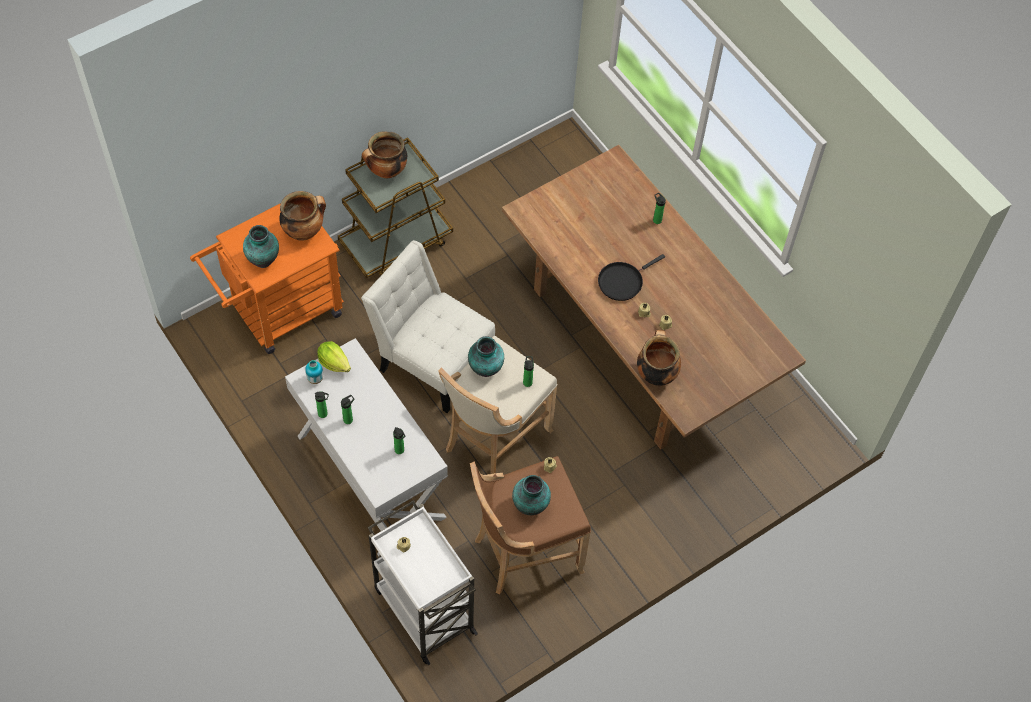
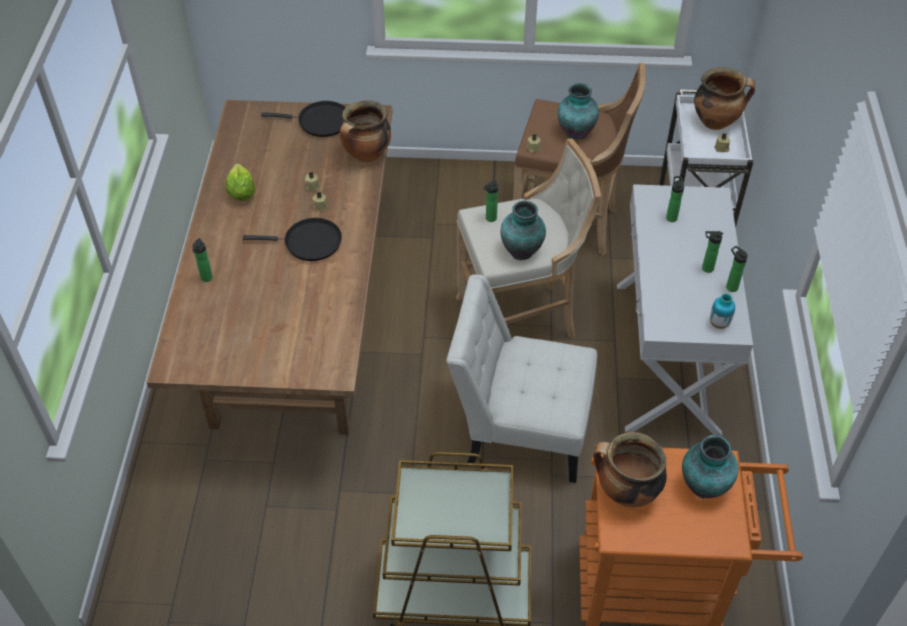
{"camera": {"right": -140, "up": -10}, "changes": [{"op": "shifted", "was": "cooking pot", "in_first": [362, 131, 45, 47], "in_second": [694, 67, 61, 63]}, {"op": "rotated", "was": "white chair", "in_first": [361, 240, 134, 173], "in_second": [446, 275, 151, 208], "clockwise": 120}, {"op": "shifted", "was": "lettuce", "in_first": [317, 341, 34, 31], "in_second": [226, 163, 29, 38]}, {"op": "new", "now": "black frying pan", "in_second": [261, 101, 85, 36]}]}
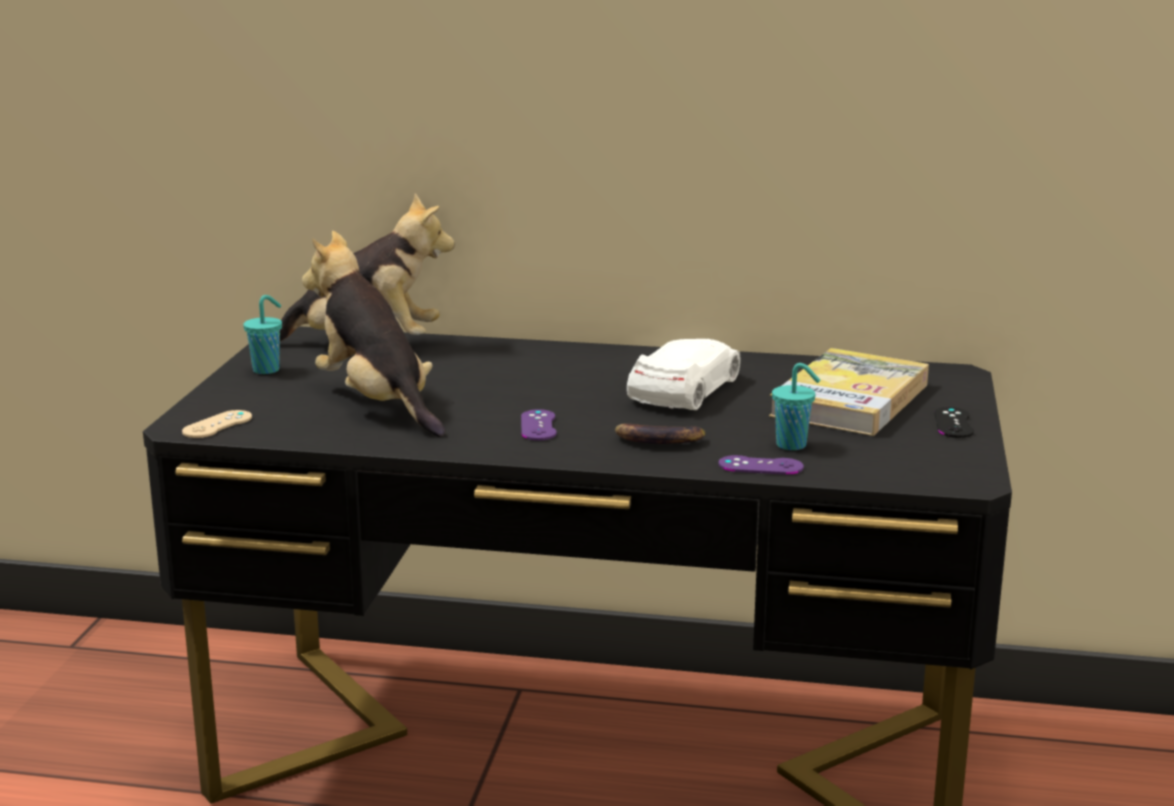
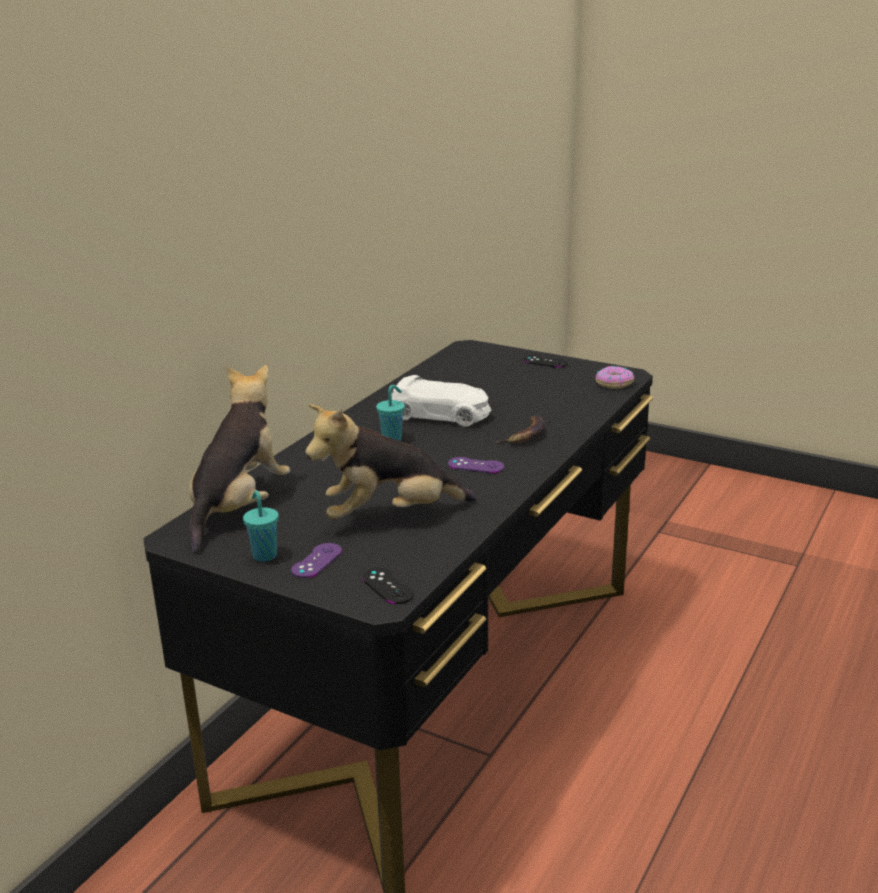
{"camera": {"right": -70, "up": 5}, "changes": [{"op": "rotated", "was": "white toy car", "in_first": [627, 339, 113, 71], "in_second": [392, 375, 99, 52], "clockwise": 150}, {"op": "gone", "was": "book", "in_first": [769, 348, 160, 88]}, {"op": "shifted", "was": "turquoise cup", "in_first": [772, 363, 49, 87], "in_second": [376, 385, 29, 56]}, {"op": "repainted", "was": "beige game controller", "now": "black game controller", "in_first": [182, 410, 70, 28], "in_second": [362, 568, 52, 36]}, {"op": "shifted", "was": "purple game controller", "in_first": [719, 455, 85, 20], "in_second": [291, 543, 51, 35]}, {"op": "new", "now": "donut", "in_second": [596, 366, 39, 23]}]}
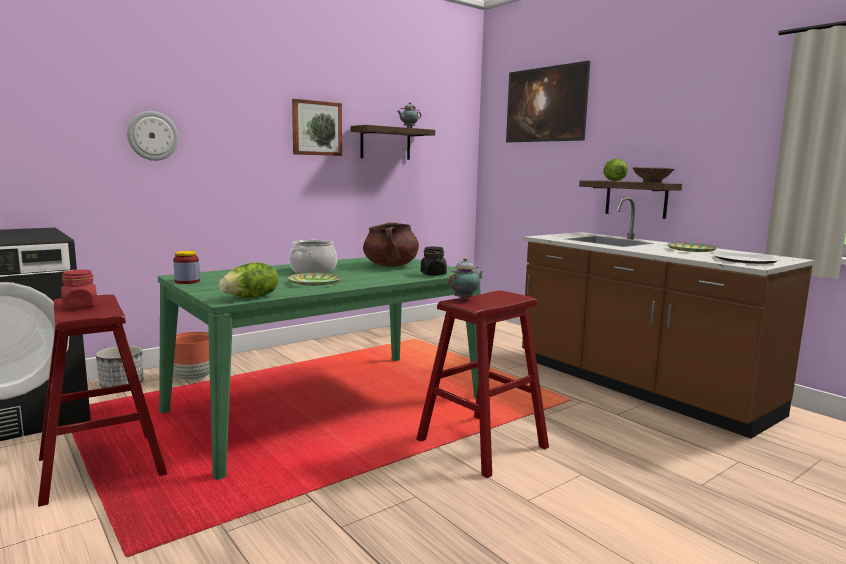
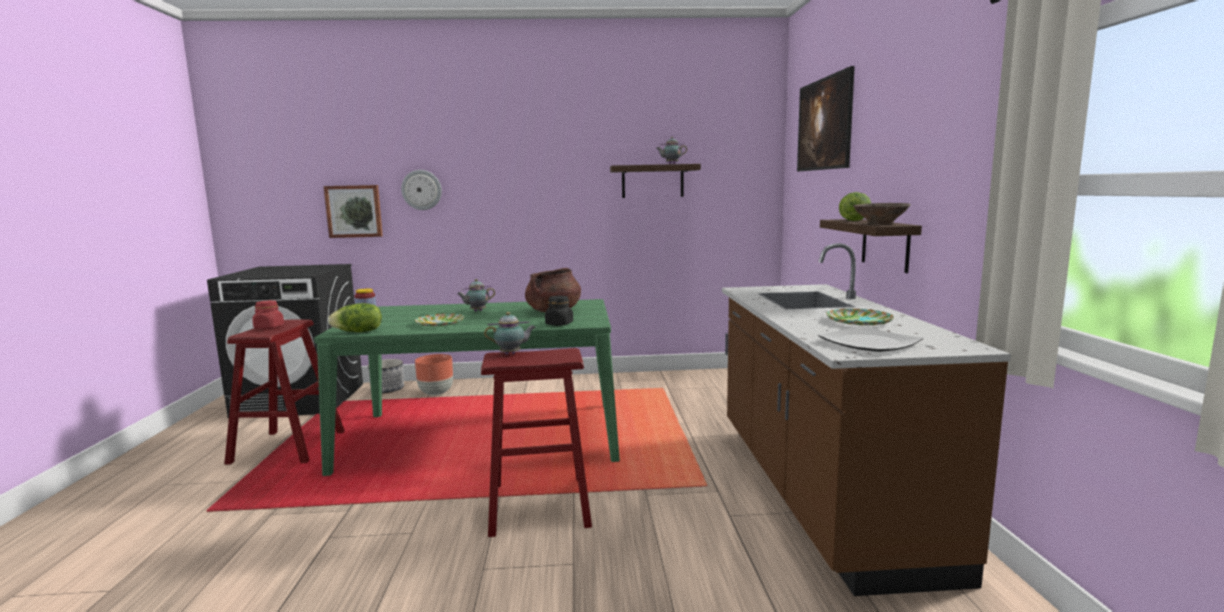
{"camera": {"right": 35, "up": 0}, "changes": [{"op": "shifted", "was": "picture", "in_first": [292, 99, 50, 57], "in_second": [324, 185, 59, 53]}, {"op": "swapped", "was": "cooking pot", "now": "teapot", "in_first": [289, 240, 48, 33], "in_second": [457, 279, 38, 33]}]}
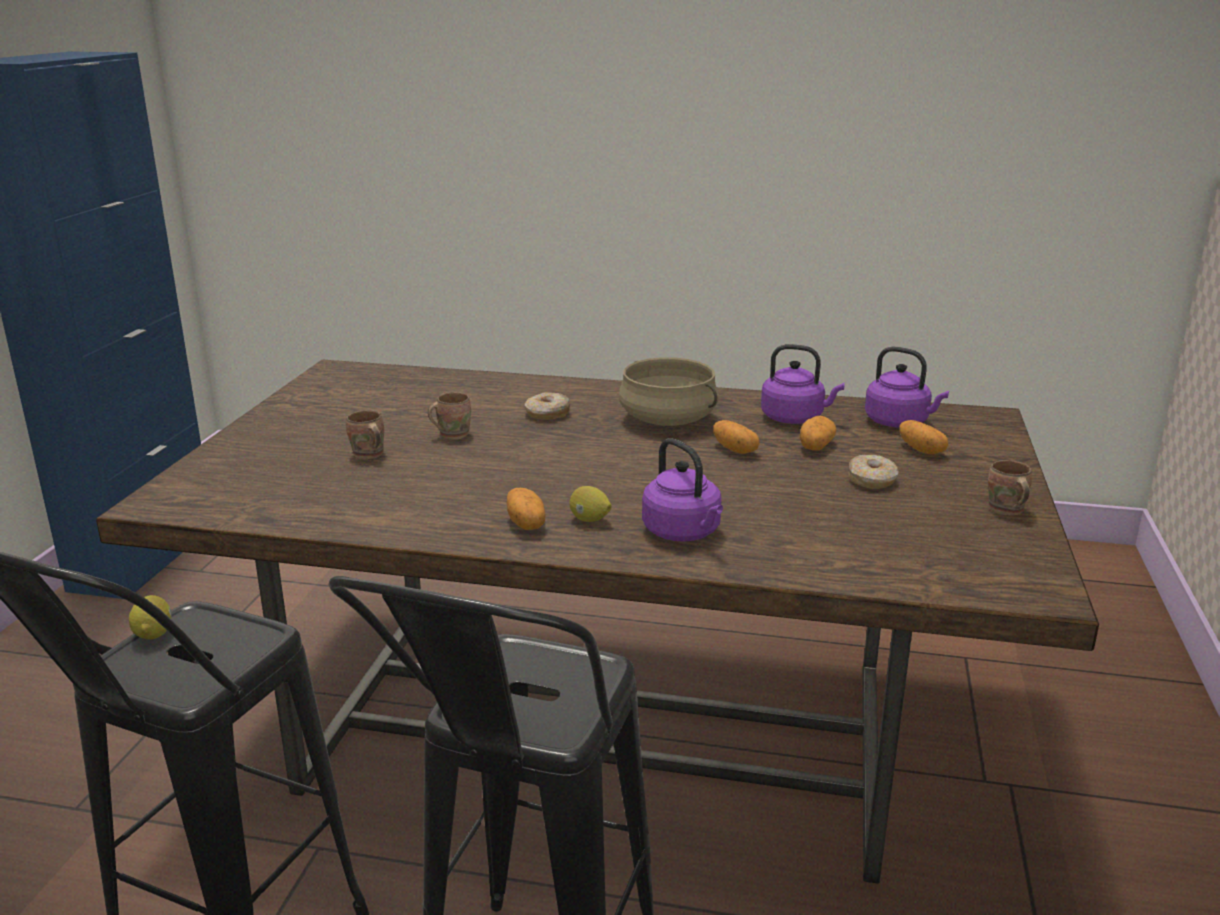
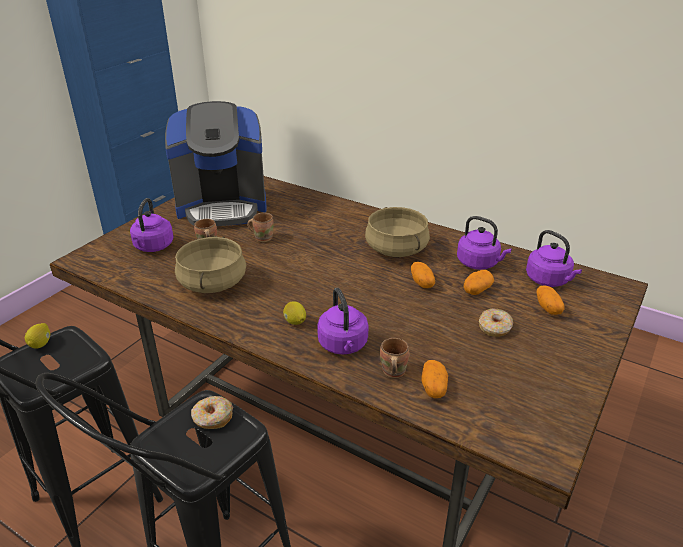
{"camera": {"right": 20, "up": 10}, "changes": [{"op": "shifted", "was": "donut", "in_first": [525, 392, 45, 28], "in_second": [191, 396, 42, 33]}, {"op": "shifted", "was": "brown mug", "in_first": [988, 460, 44, 55], "in_second": [380, 338, 30, 40]}, {"op": "shifted", "was": "potato", "in_first": [507, 488, 38, 42], "in_second": [421, 360, 27, 38]}, {"op": "new", "now": "coffee machine", "in_second": [165, 101, 101, 125]}, {"op": "new", "now": "purple kettle", "in_second": [130, 198, 44, 54]}, {"op": "new", "now": "beige cooking pot", "in_second": [175, 236, 71, 57]}]}
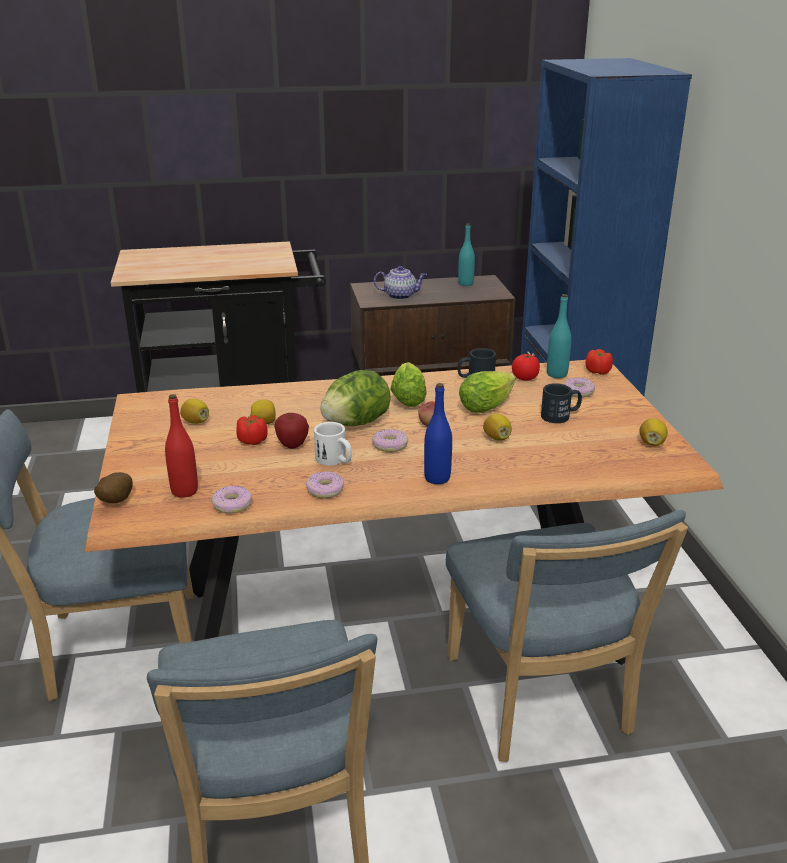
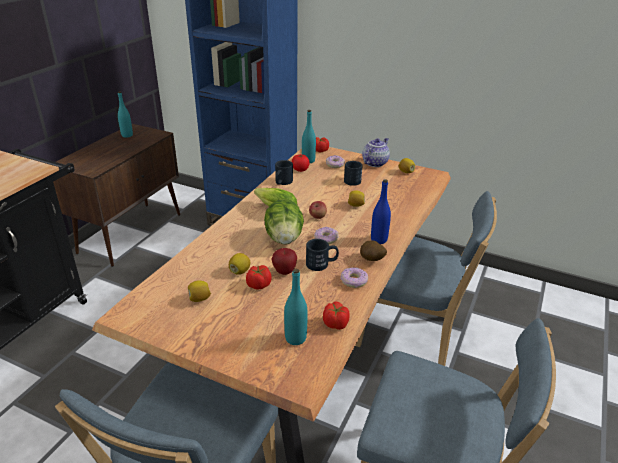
{"camera": {"right": -55, "up": 5}, "changes": [{"op": "shifted", "was": "teapot", "in_first": [374, 266, 53, 34], "in_second": [362, 138, 28, 29]}, {"op": "gone", "was": "lettuce", "in_first": [459, 371, 56, 42]}, {"op": "repainted", "was": "red bottle", "now": "turquoise bottle", "in_first": [165, 394, 33, 104], "in_second": [284, 269, 24, 76]}, {"op": "repainted", "was": "white mug", "now": "black mug", "in_first": [314, 422, 38, 44], "in_second": [306, 239, 33, 32]}, {"op": "shifted", "was": "potato", "in_first": [94, 472, 39, 31], "in_second": [360, 240, 27, 21]}, {"op": "swapped", "was": "donut", "now": "tomato", "in_first": [212, 486, 40, 28], "in_second": [323, 301, 26, 29]}]}
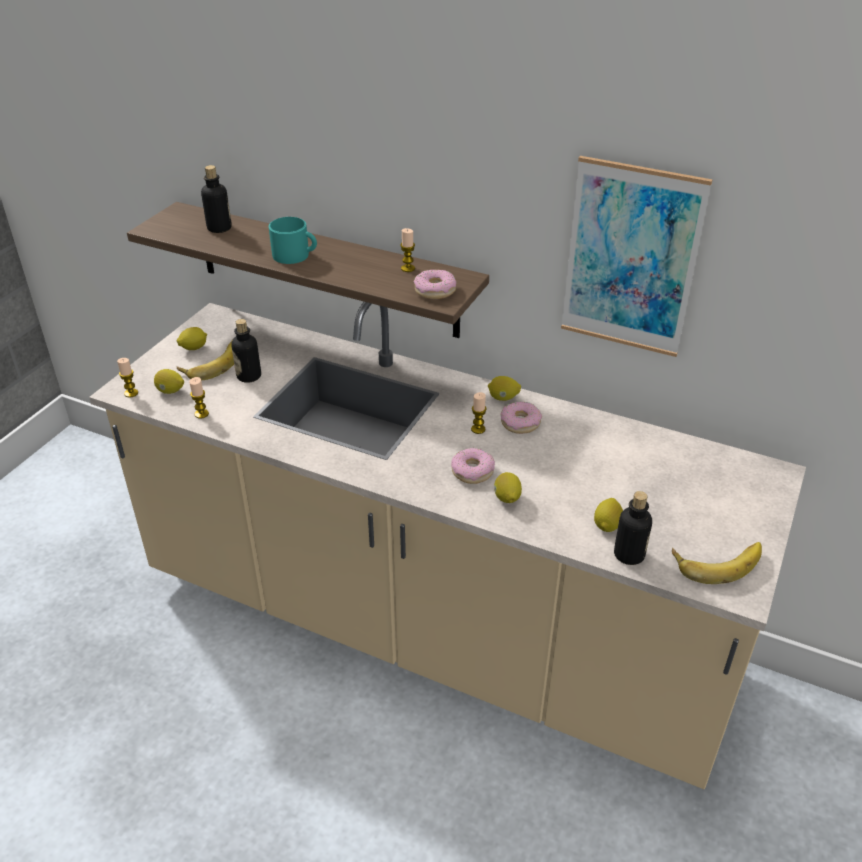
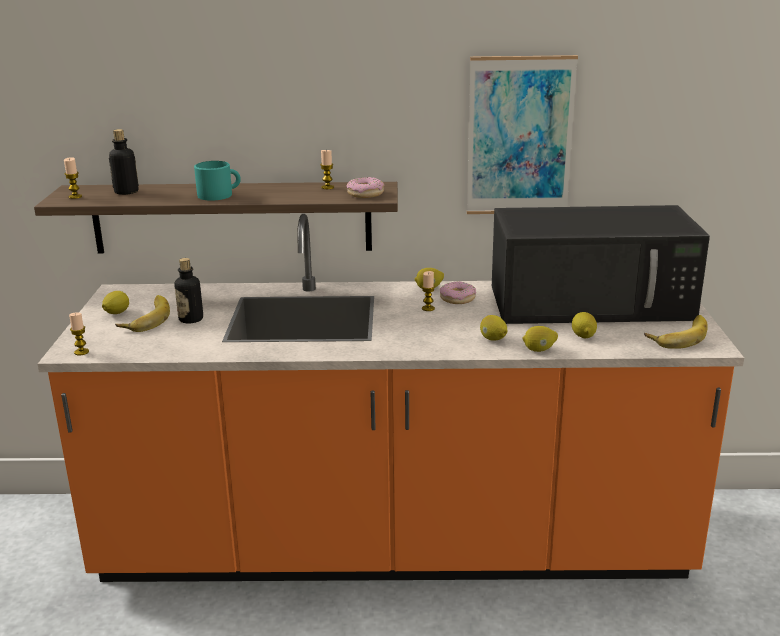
{"camera": {"right": -25, "up": -15}, "changes": [{"op": "repainted", "was": "beige counter", "now": "orange counter", "in_first": [89, 302, 717, 487], "in_second": [38, 214, 706, 368]}, {"op": "shifted", "was": "lemon", "in_first": [154, 369, 30, 25], "in_second": [523, 326, 35, 26]}, {"op": "shifted", "was": "candle", "in_first": [189, 377, 20, 42], "in_second": [64, 157, 18, 42]}, {"op": "gone", "was": "donut", "in_first": [451, 448, 44, 36]}, {"op": "gone", "was": "bottle", "in_first": [614, 491, 38, 74]}, {"op": "new", "now": "black microwave", "in_second": [492, 205, 218, 119]}]}
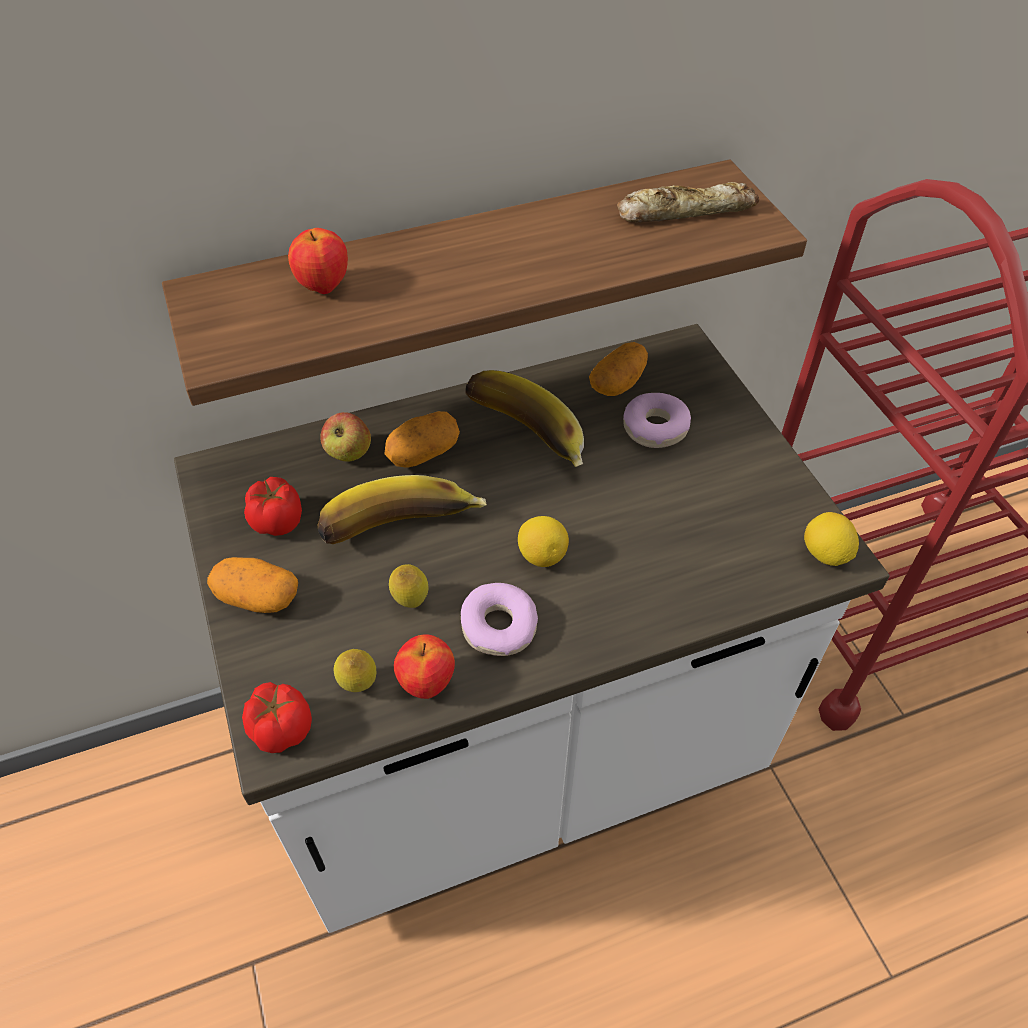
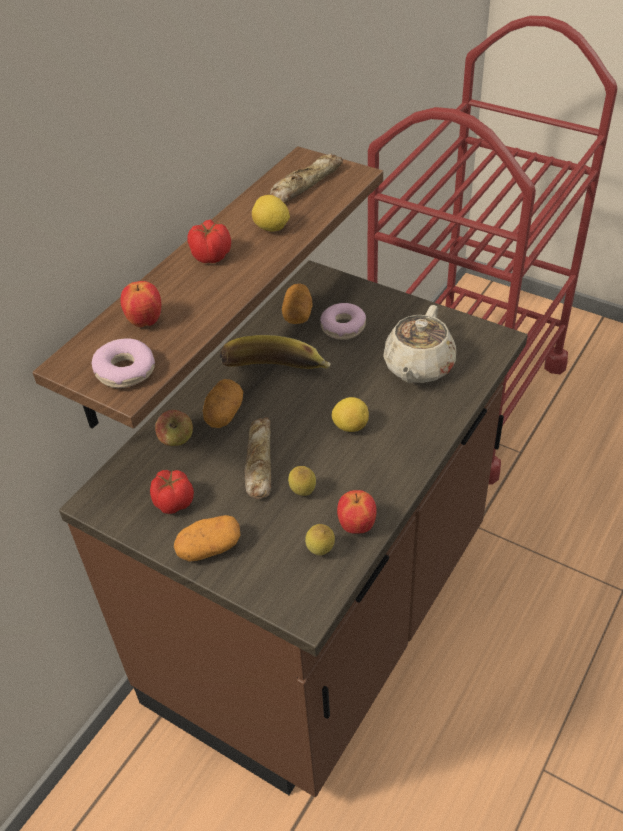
{"camera": {"right": -35, "up": -5}, "changes": [{"op": "repainted", "was": "white counter", "now": "brown counter", "in_first": [174, 324, 715, 609], "in_second": [59, 260, 469, 537]}, {"op": "swapped", "was": "banana", "now": "bread", "in_first": [318, 475, 169, 69], "in_second": [245, 417, 26, 82]}, {"op": "shifted", "was": "lemon", "in_first": [804, 512, 55, 54], "in_second": [252, 195, 38, 36]}, {"op": "shifted", "was": "donut", "in_first": [461, 583, 77, 73], "in_second": [92, 338, 63, 50]}, {"op": "shifted", "was": "tomato", "in_first": [242, 682, 70, 71], "in_second": [187, 220, 44, 43]}, {"op": "new", "now": "beige teapot", "in_second": [383, 305, 73, 78]}]}
